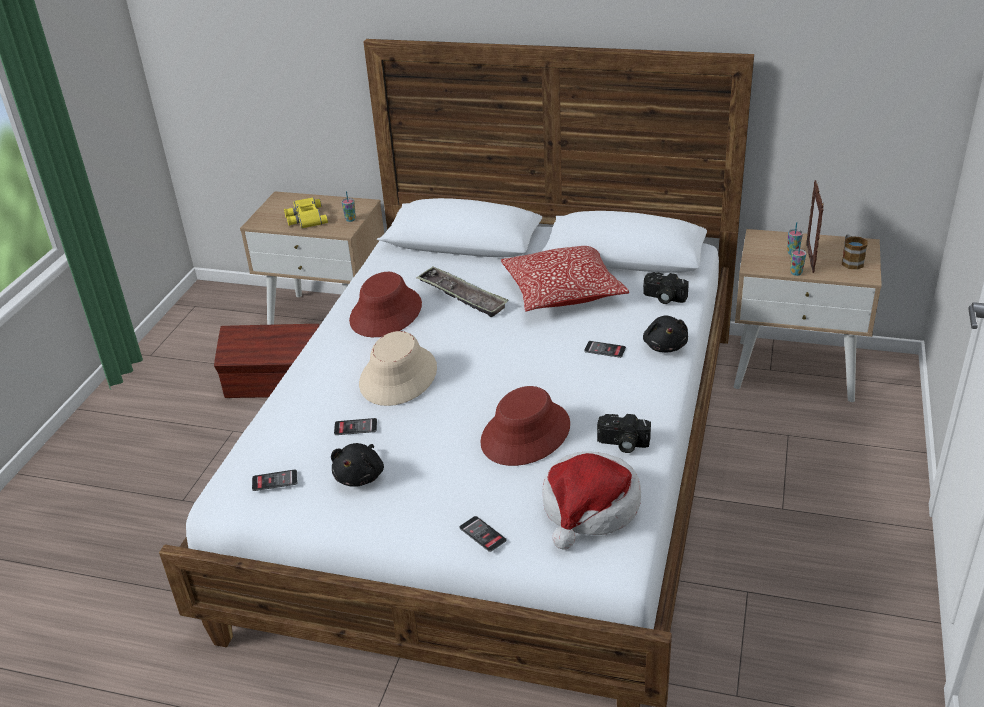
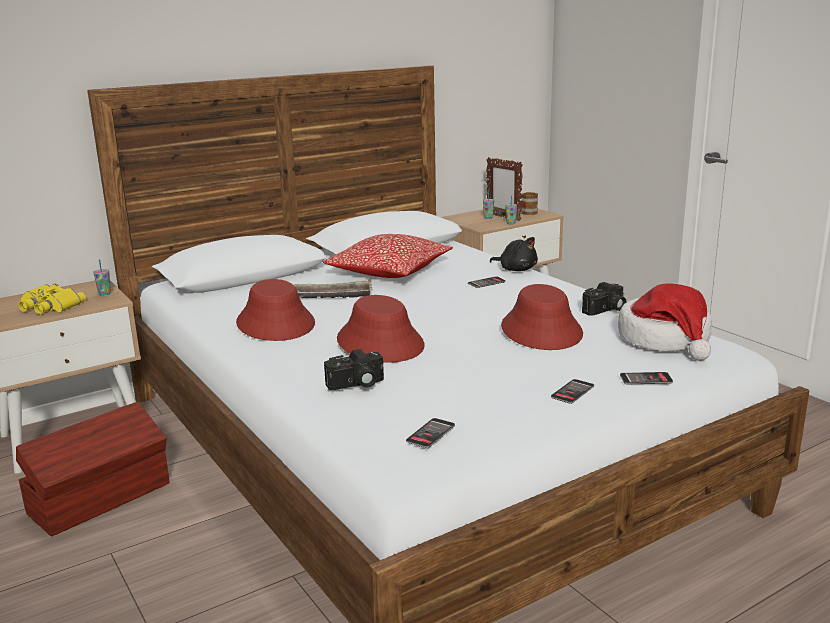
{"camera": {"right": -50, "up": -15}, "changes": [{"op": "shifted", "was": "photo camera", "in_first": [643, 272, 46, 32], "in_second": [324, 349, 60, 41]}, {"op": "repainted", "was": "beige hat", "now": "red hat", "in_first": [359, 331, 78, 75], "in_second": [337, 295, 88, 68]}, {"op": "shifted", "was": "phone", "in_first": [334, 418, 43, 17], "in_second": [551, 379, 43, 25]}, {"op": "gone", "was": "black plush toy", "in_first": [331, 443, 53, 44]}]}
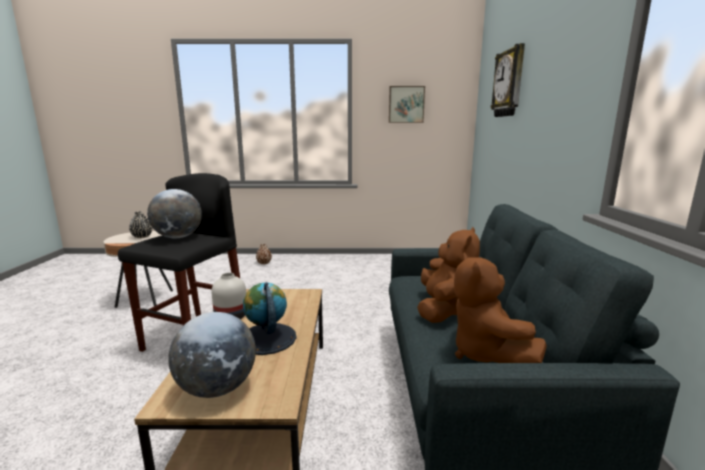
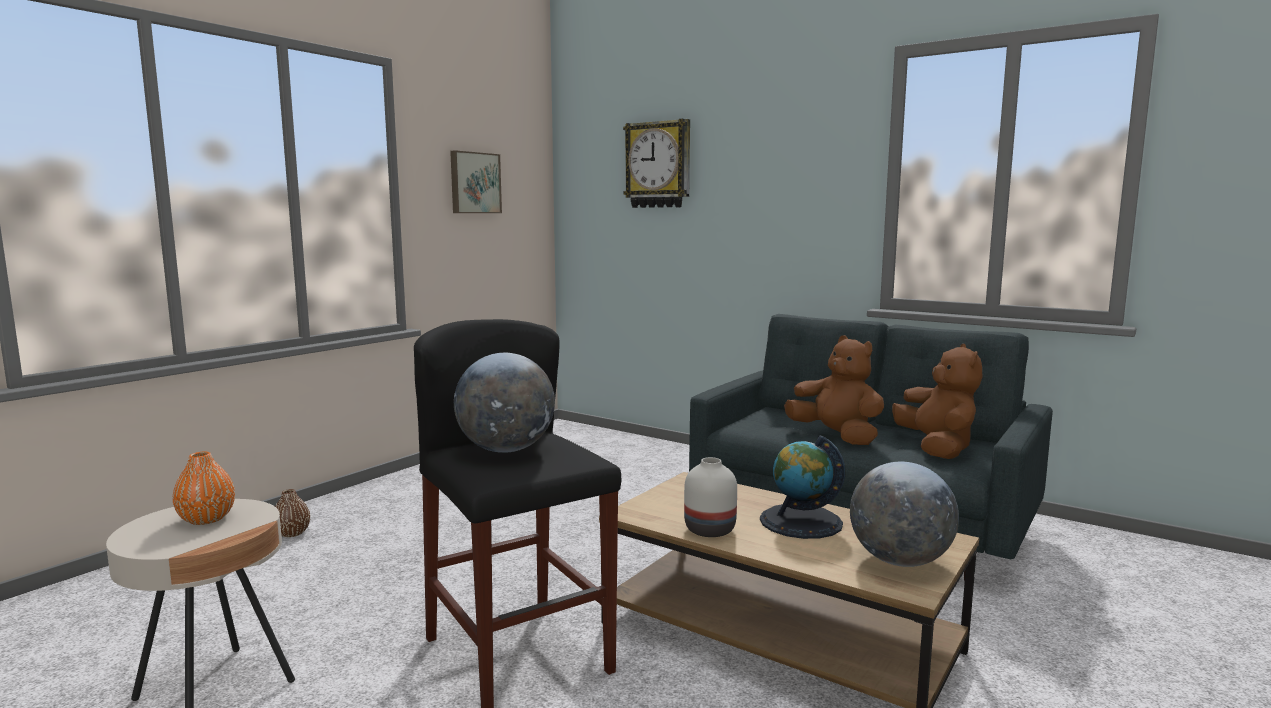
{"camera": {"right": -55, "up": -5}, "changes": [{"op": "repainted", "was": "black vase", "now": "orange vase", "in_first": [129, 211, 23, 27], "in_second": [173, 452, 62, 73]}, {"op": "rotated", "was": "brown plush toy", "in_first": [454, 253, 93, 110], "in_second": [892, 344, 90, 115], "clockwise": -120}]}
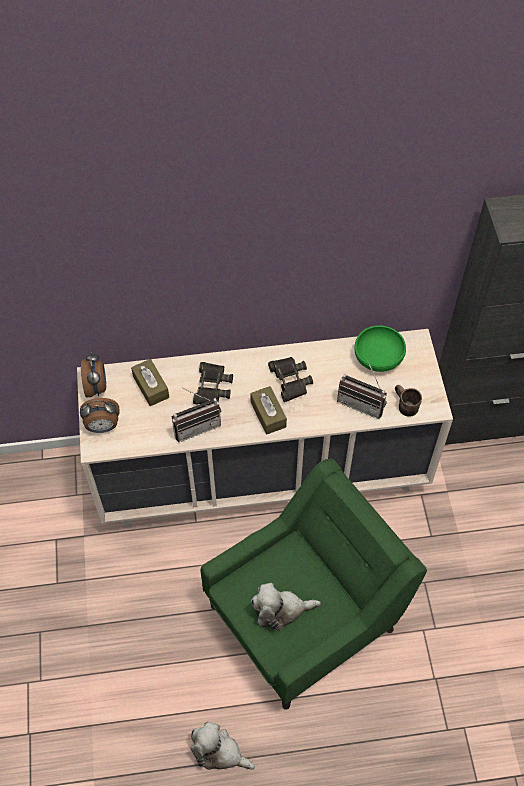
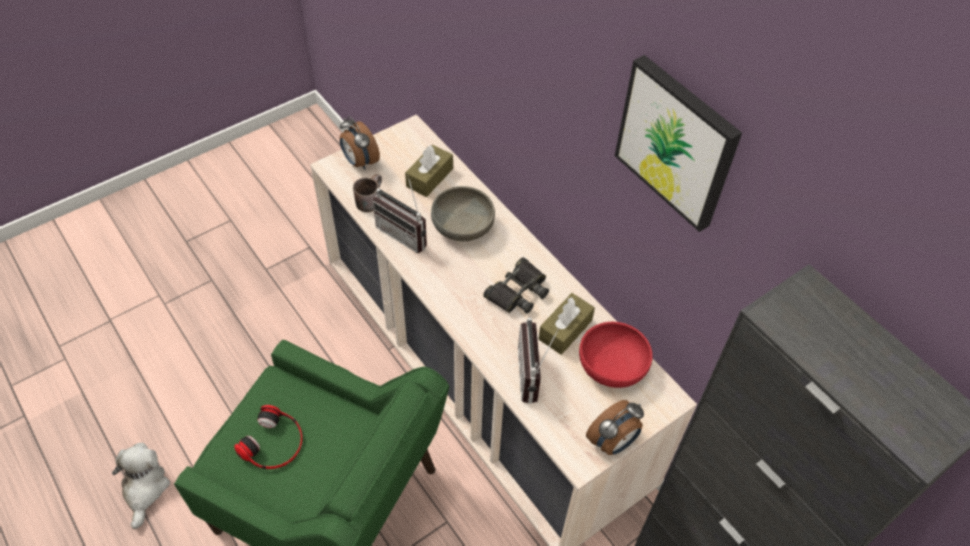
{"camera": {"right": 60, "up": -5}, "changes": [{"op": "repainted", "was": "green bowl", "now": "red bowl", "in_first": [354, 325, 52, 47], "in_second": [579, 322, 73, 66]}, {"op": "shifted", "was": "alarm clock", "in_first": [81, 352, 25, 46], "in_second": [586, 400, 58, 55]}, {"op": "swapped", "was": "black binoculars", "now": "grey bowl", "in_first": [193, 362, 40, 43], "in_second": [431, 186, 64, 55]}, {"op": "shifted", "was": "brown mug", "in_first": [395, 385, 27, 32], "in_second": [353, 174, 29, 38]}, {"op": "shifted", "was": "brown tissue box", "in_first": [250, 386, 37, 49], "in_second": [539, 293, 56, 62]}, {"op": "swapped", "was": "plush toy", "now": "headphones", "in_first": [251, 583, 70, 48], "in_second": [234, 405, 68, 64]}, {"op": "new", "now": "picture", "in_second": [615, 55, 127, 177]}]}
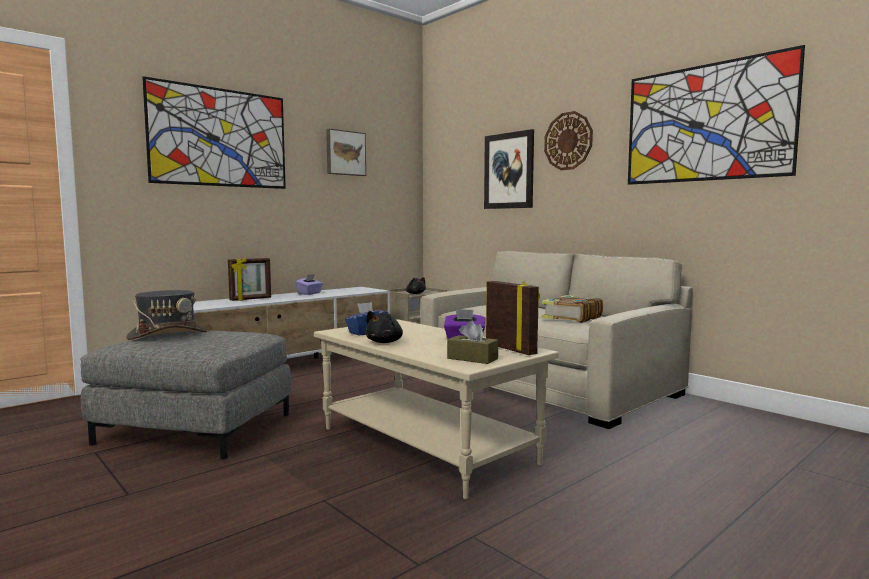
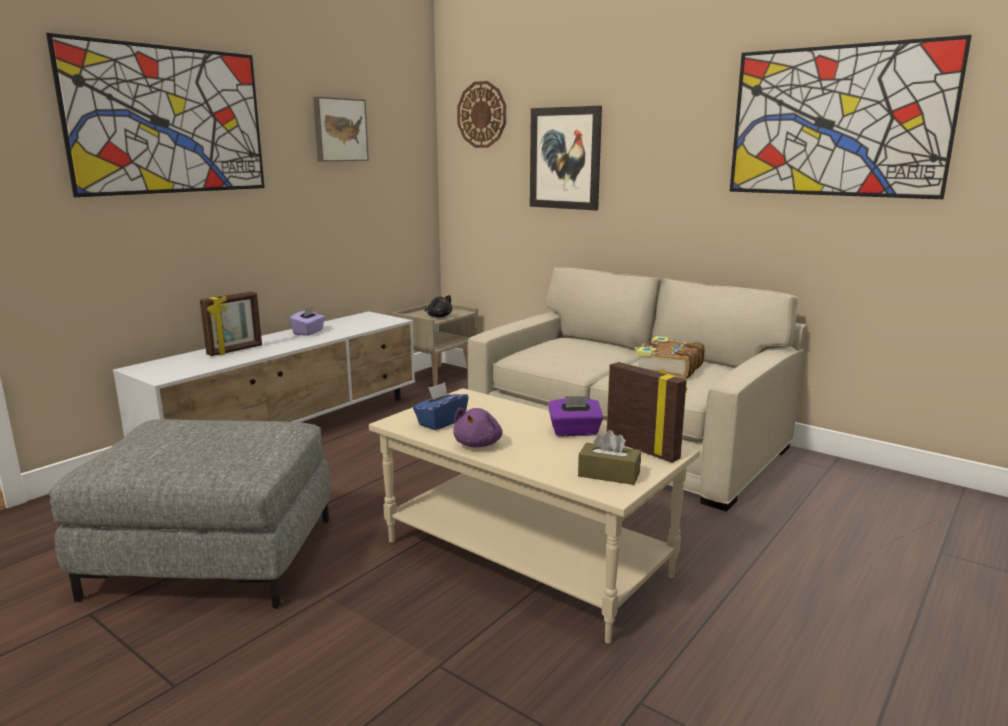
{"camera": {"right": -10, "up": 10}, "changes": [{"op": "shifted", "was": "wall clock", "in_first": [544, 111, 49, 59], "in_second": [457, 81, 49, 67]}, {"op": "gone", "was": "grey hat", "in_first": [126, 290, 81, 50]}, {"op": "repainted", "was": "black plush toy", "now": "purple plush toy", "in_first": [365, 311, 38, 32], "in_second": [454, 408, 49, 39]}]}
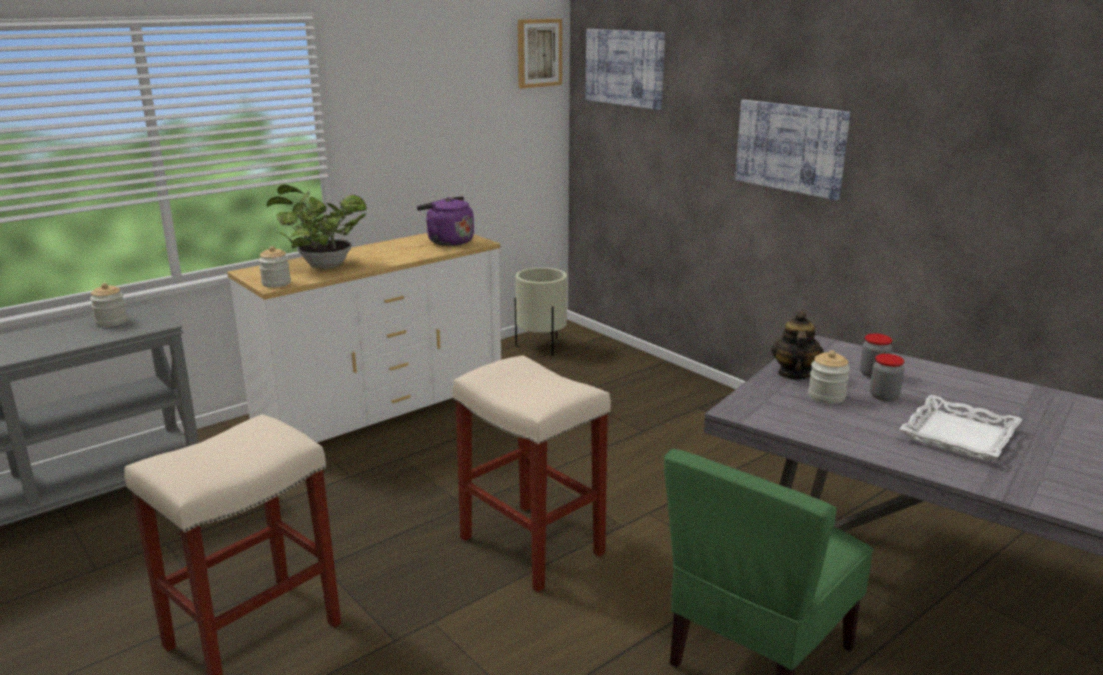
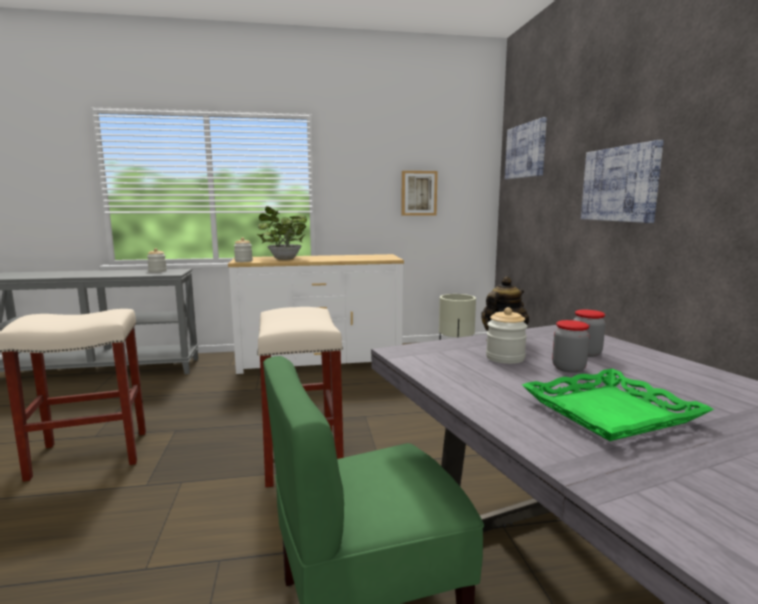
{"camera": {"right": 30, "up": -10}, "changes": [{"op": "shifted", "was": "picture", "in_first": [518, 19, 44, 69], "in_second": [401, 171, 37, 45]}, {"op": "gone", "was": "purple kettle", "in_first": [417, 196, 57, 50]}, {"op": "repainted", "was": "white tray", "now": "green tray", "in_first": [899, 395, 123, 66], "in_second": [522, 369, 192, 72]}]}
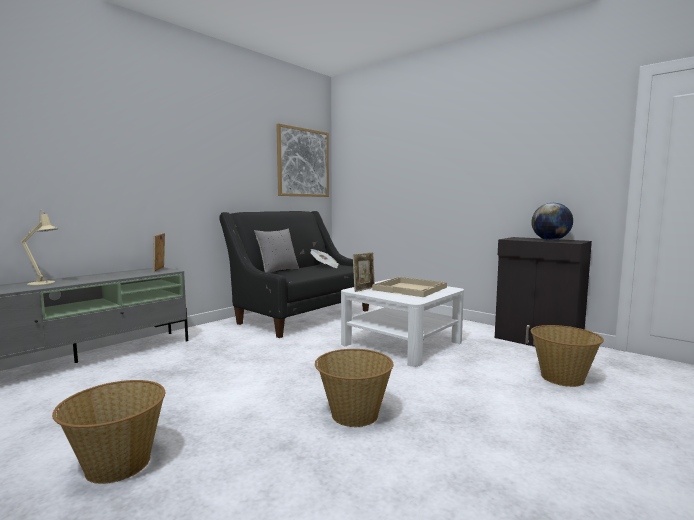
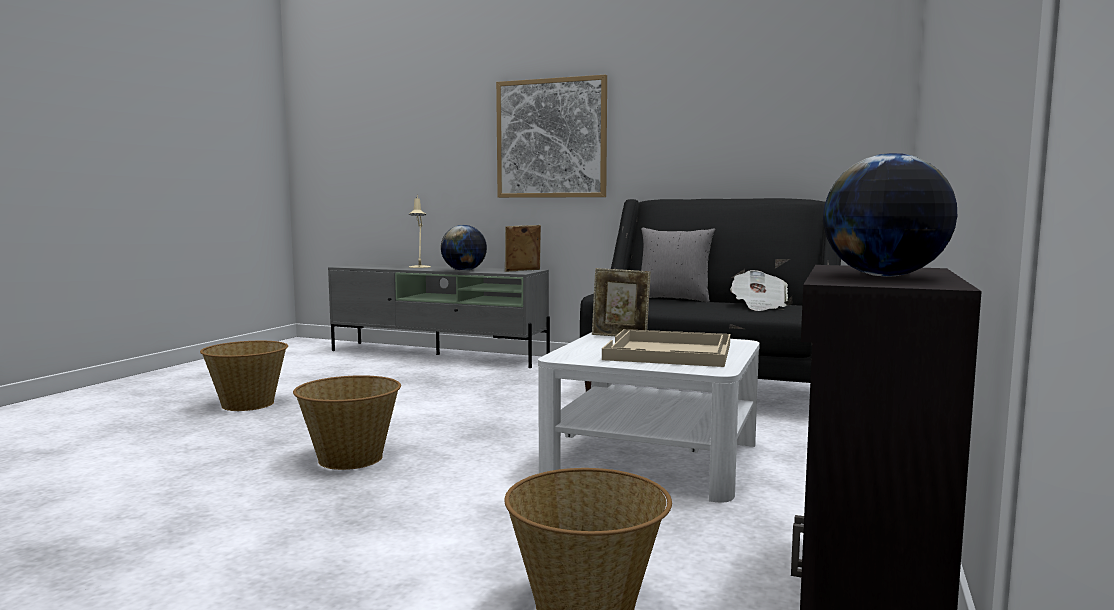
{"camera": {"right": 70, "up": 0}, "changes": [{"op": "shifted", "was": "picture", "in_first": [276, 123, 53, 74], "in_second": [496, 75, 111, 123]}, {"op": "new", "now": "globe", "in_second": [441, 225, 46, 46]}]}
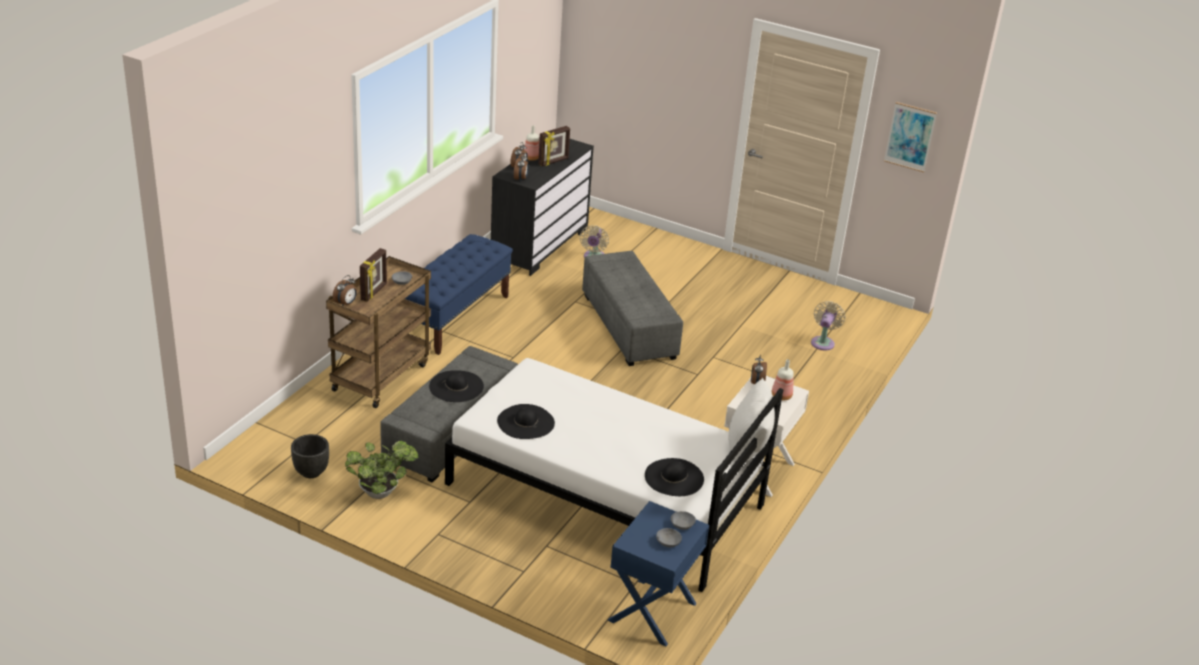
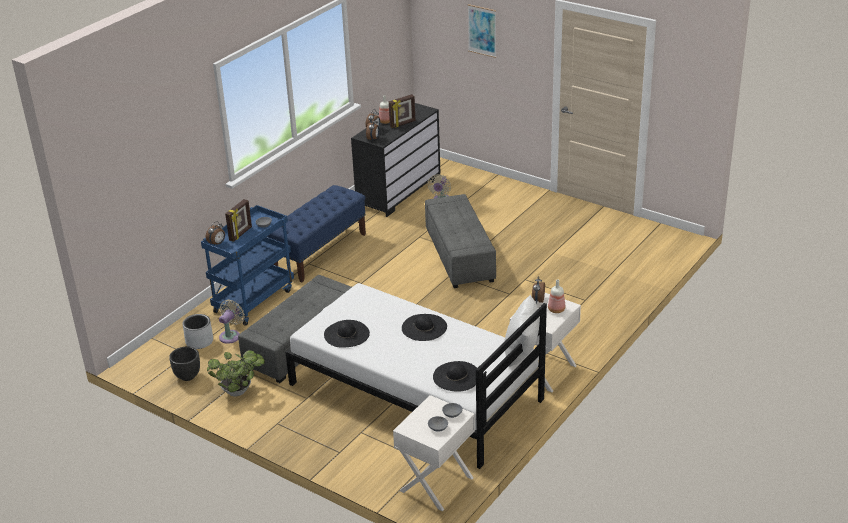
{"camera": {"right": 10, "up": 0}, "changes": [{"op": "shifted", "was": "picture", "in_first": [884, 102, 53, 70], "in_second": [468, 4, 28, 54]}, {"op": "repainted", "was": "brown cart", "now": "blue cart", "in_first": [326, 256, 105, 152], "in_second": [201, 205, 93, 121]}, {"op": "shifted", "was": "beige fan", "in_first": [811, 301, 35, 50], "in_second": [219, 300, 26, 44]}, {"op": "shifted", "was": "black hat", "in_first": [429, 370, 55, 32], "in_second": [402, 314, 45, 27]}, {"op": "repainted", "was": "blue nightstand", "now": "white nightstand", "in_first": [607, 501, 102, 145], "in_second": [393, 395, 82, 116]}, {"op": "new", "now": "grey planter", "in_second": [182, 314, 31, 35]}]}
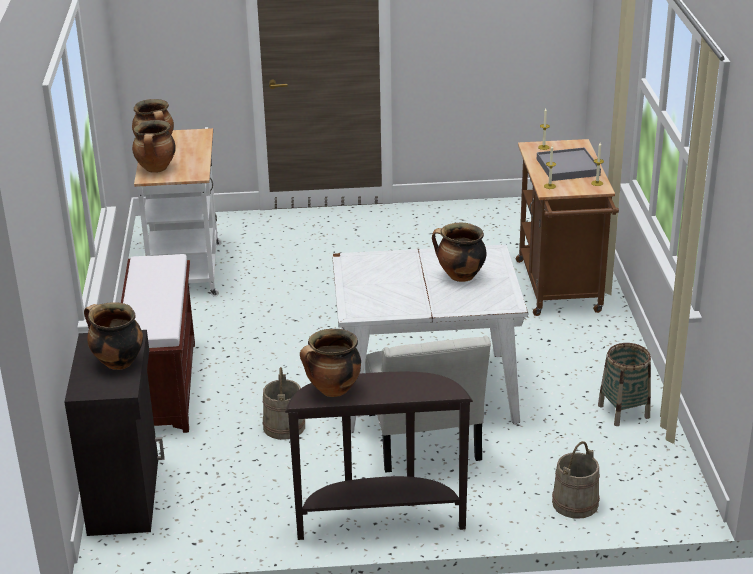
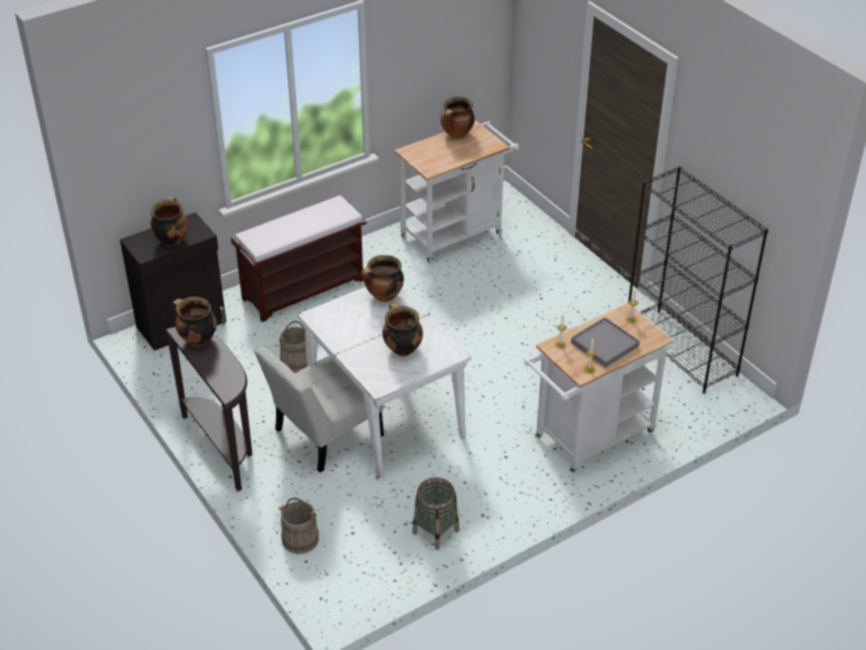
{"camera": {"right": 60, "up": 10}, "changes": [{"op": "shifted", "was": "cooking pot", "in_first": [132, 120, 44, 53], "in_second": [361, 255, 43, 47]}, {"op": "repainted", "was": "brown cart", "now": "white cart", "in_first": [516, 139, 103, 177], "in_second": [524, 303, 149, 171]}, {"op": "new", "now": "black bookcase", "in_second": [628, 166, 140, 228]}]}
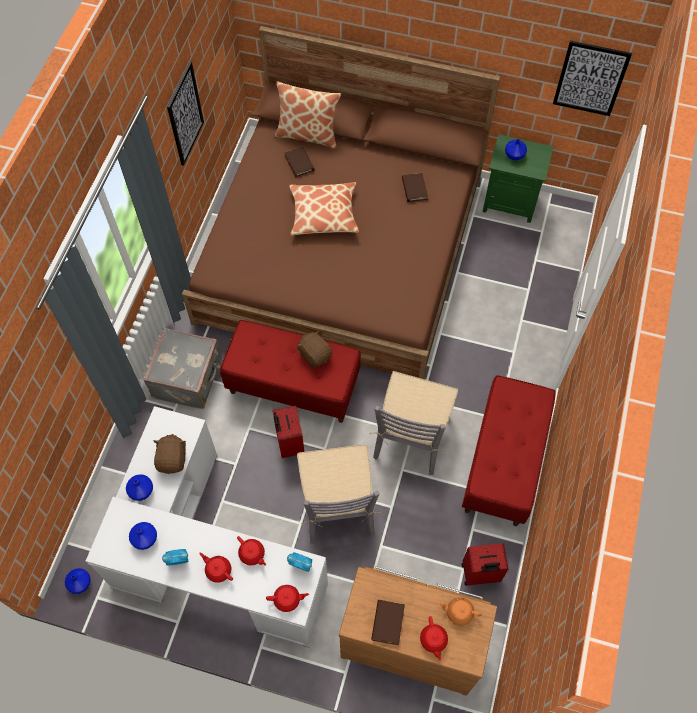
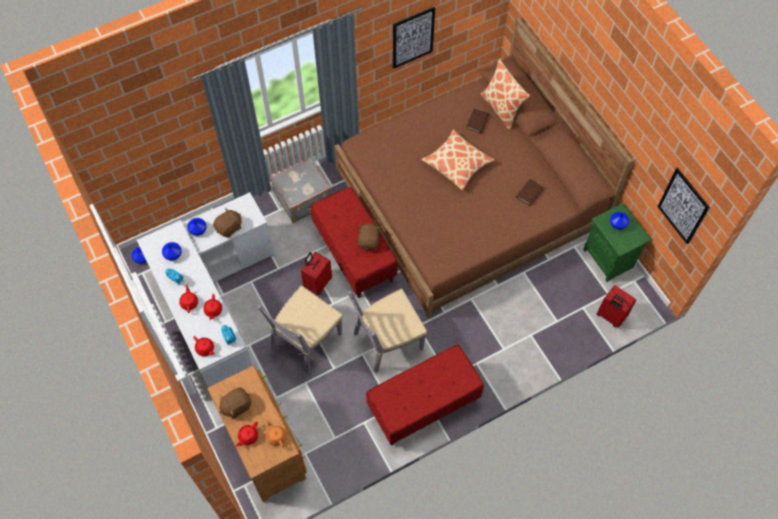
{"camera": {"right": 45, "up": 0}, "changes": [{"op": "shifted", "was": "red suitcase", "in_first": [461, 543, 48, 43], "in_second": [597, 285, 39, 43]}, {"op": "swapped", "was": "brown book", "now": "brown plush toy", "in_first": [371, 600, 34, 45], "in_second": [219, 387, 32, 32]}]}
